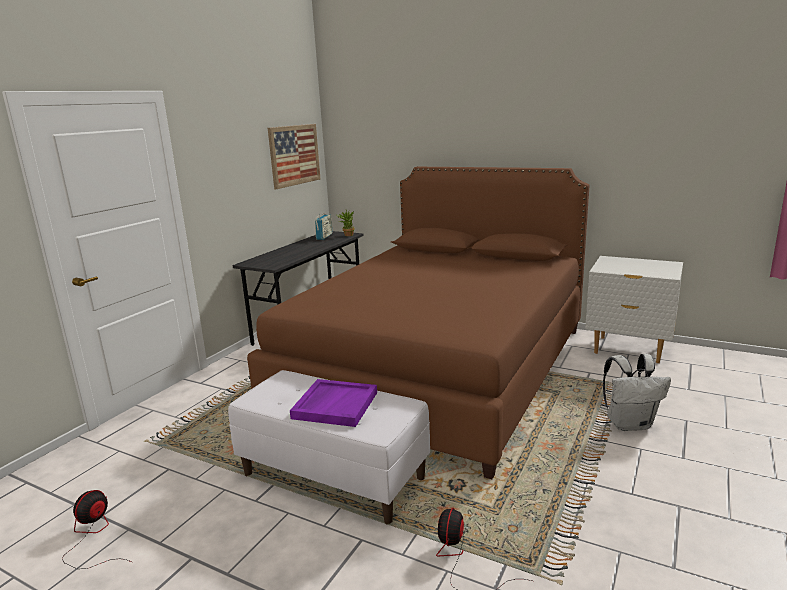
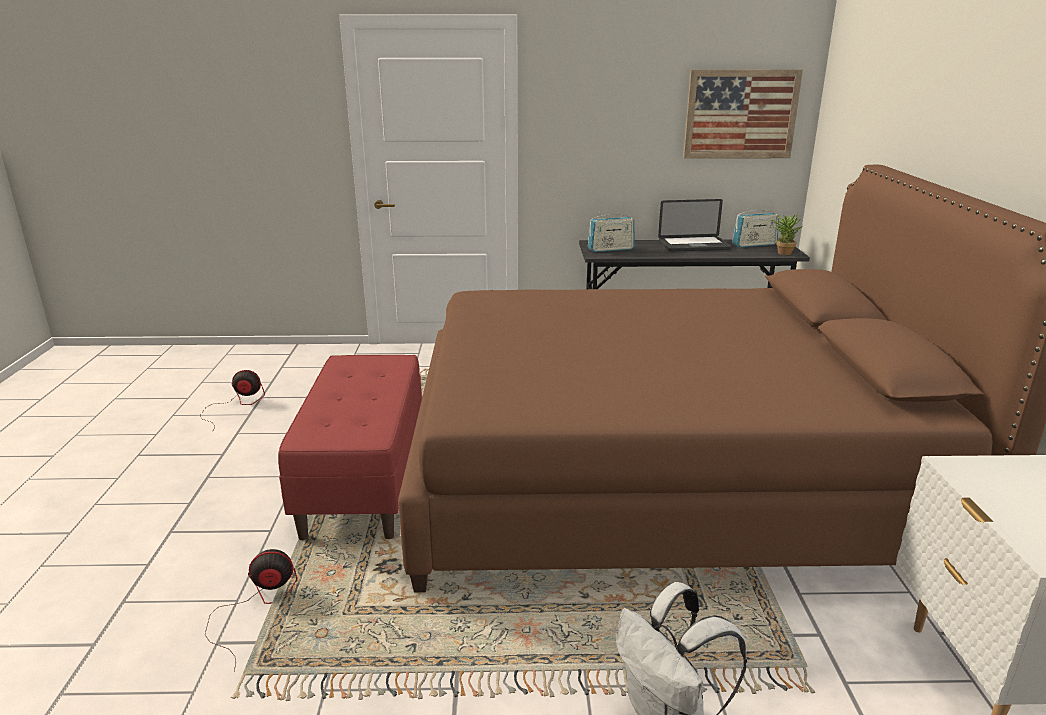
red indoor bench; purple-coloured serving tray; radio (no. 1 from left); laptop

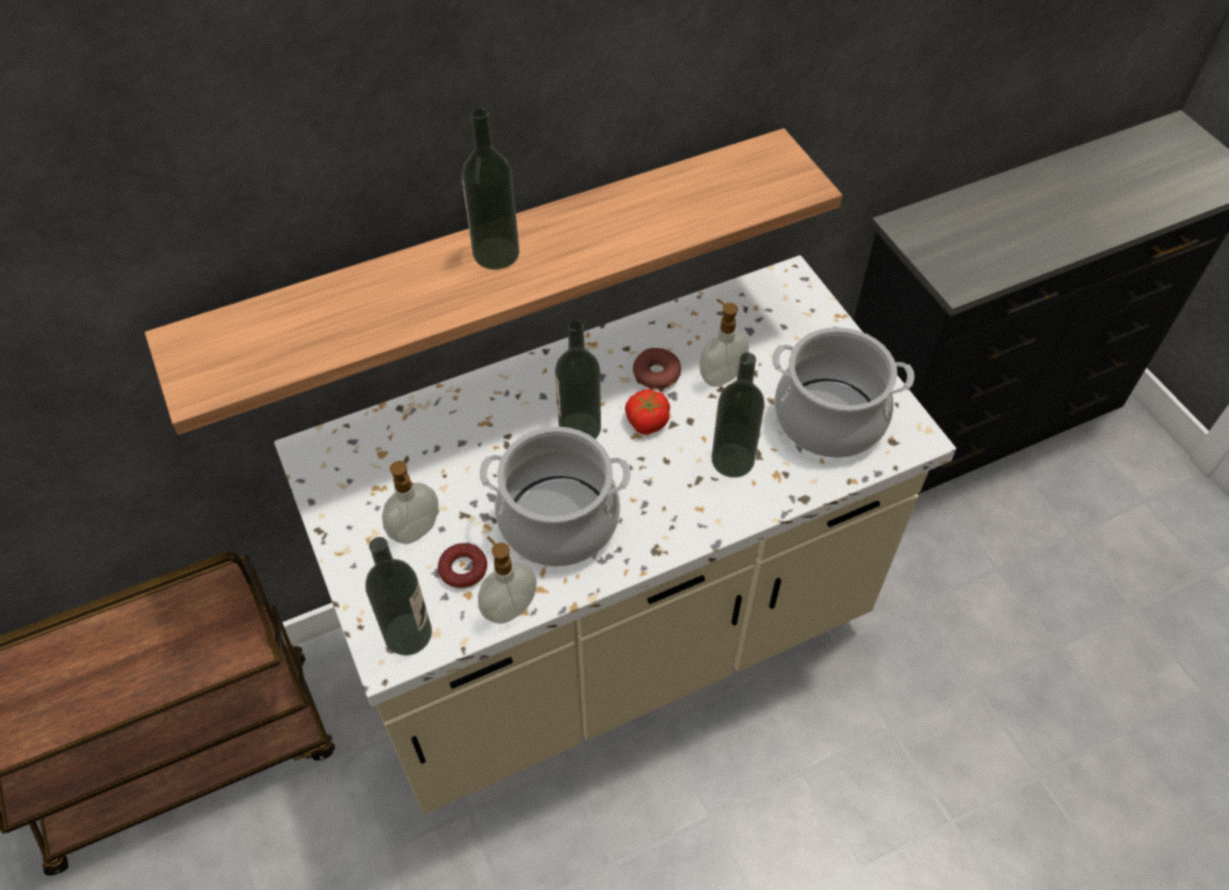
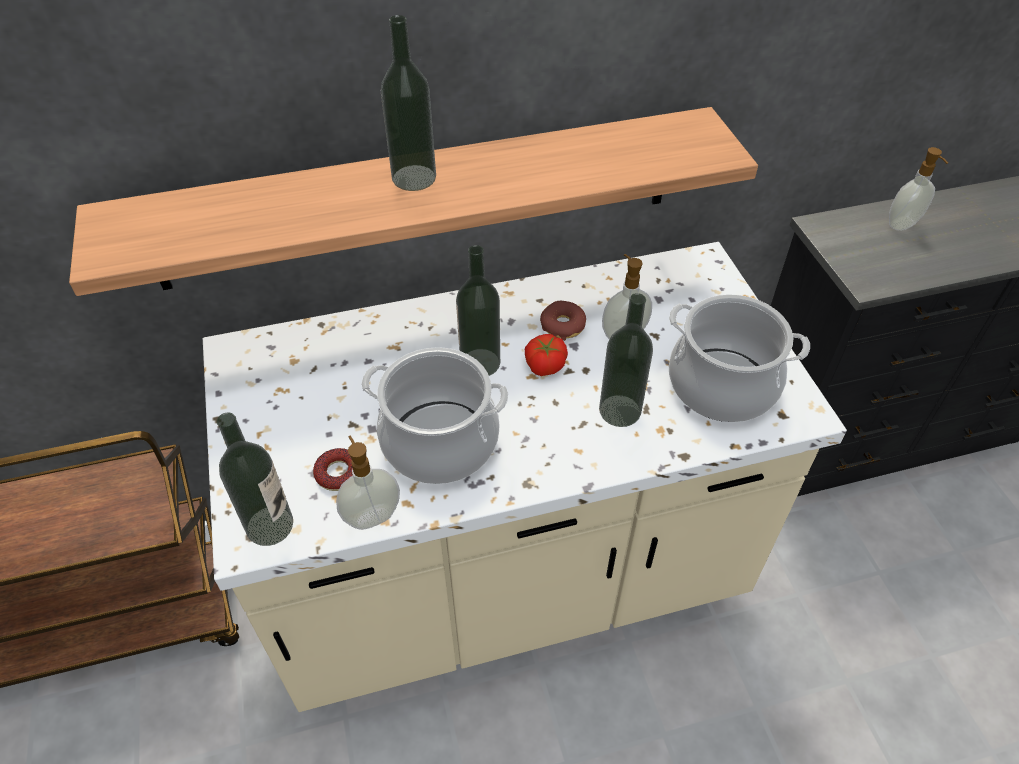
soap dispenser (no. 3 from left)

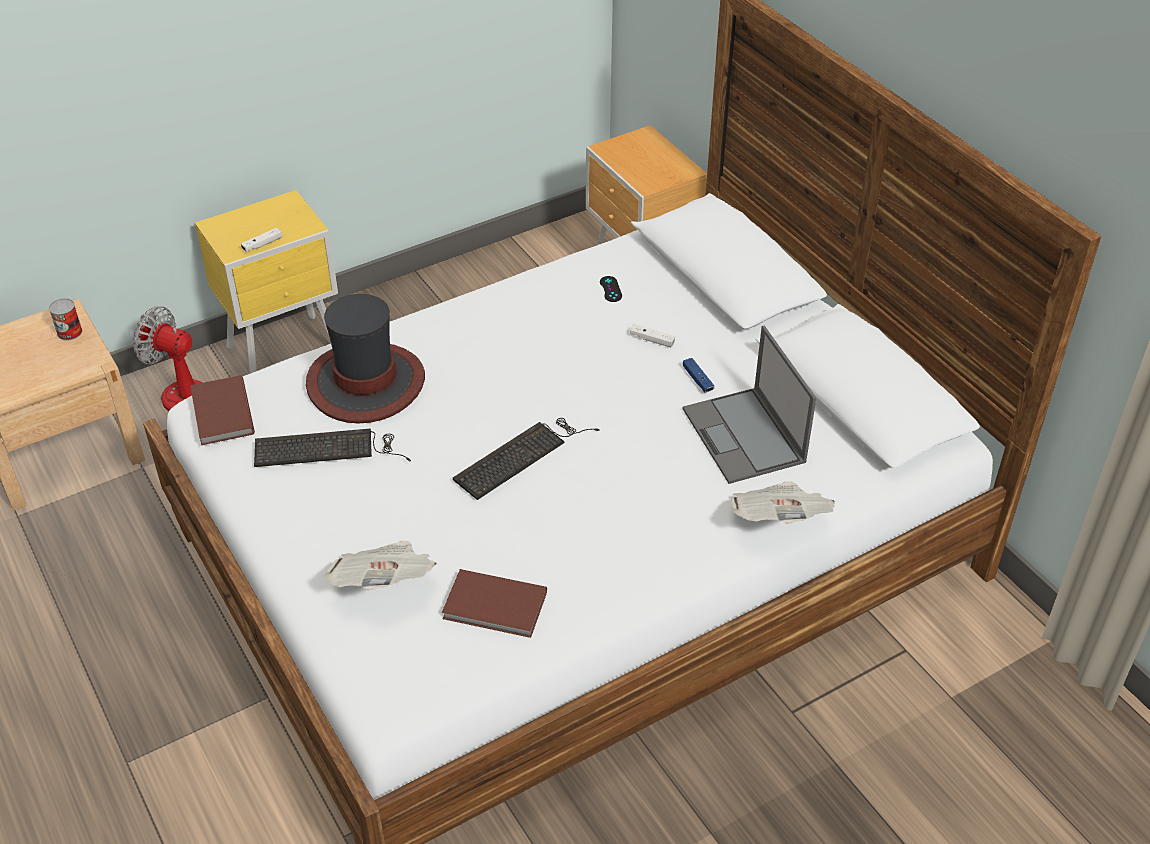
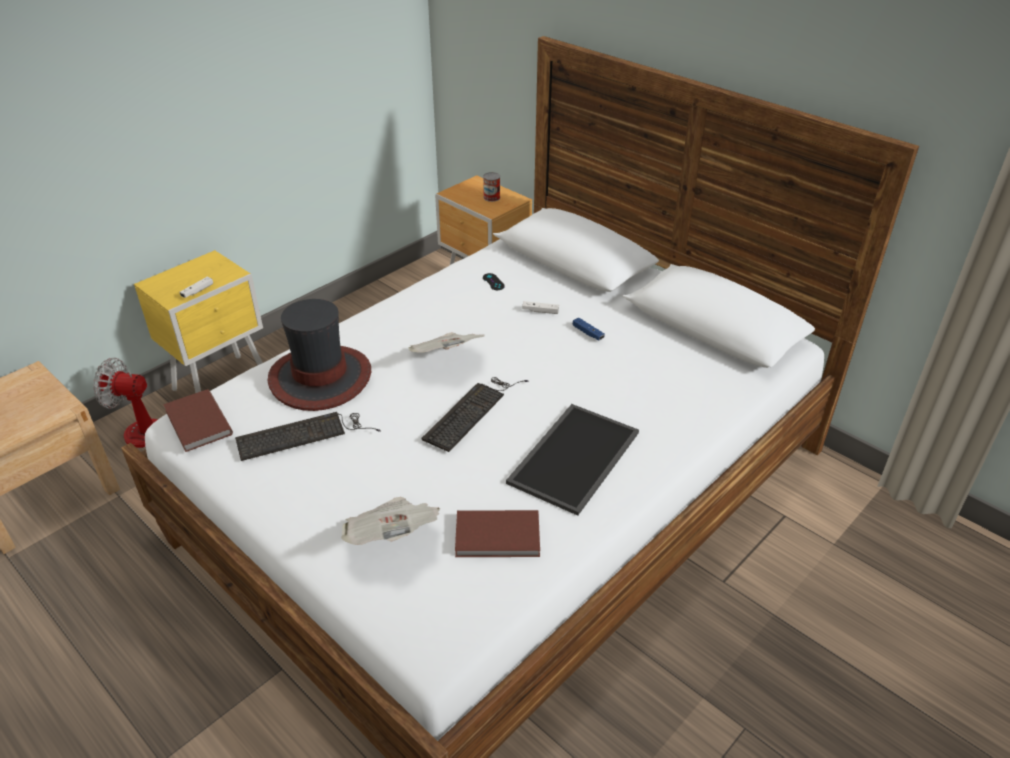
metal can; laptop; daily paper (no. 2 from left); serving tray

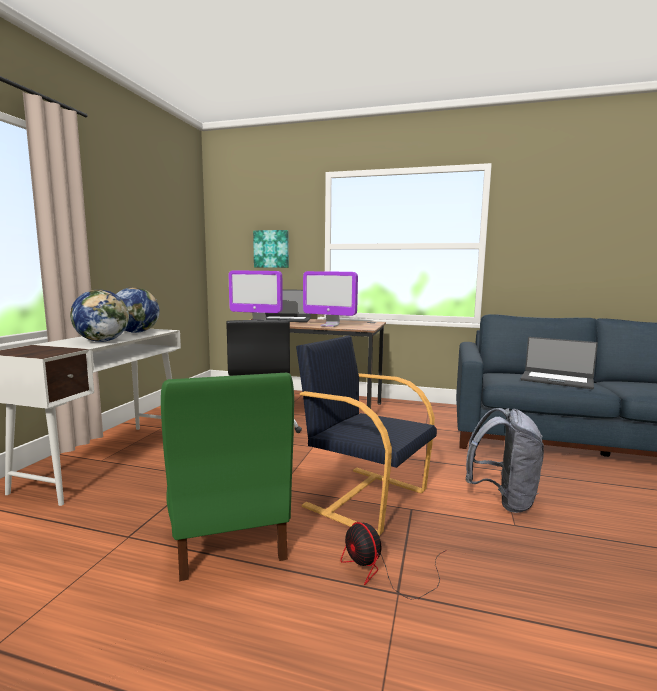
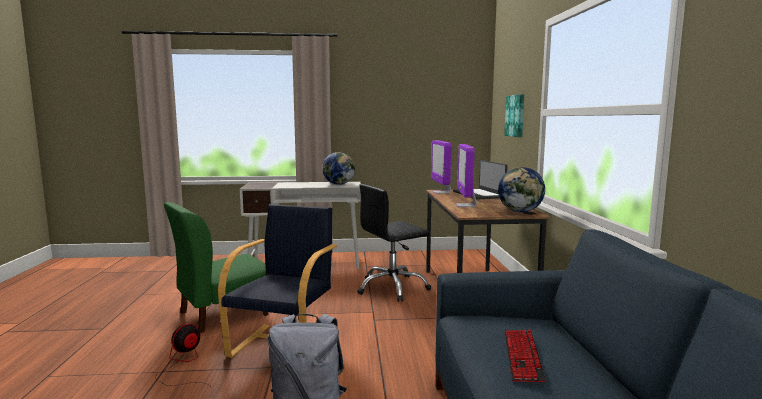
globe (no. 2 from left); PC keyboard

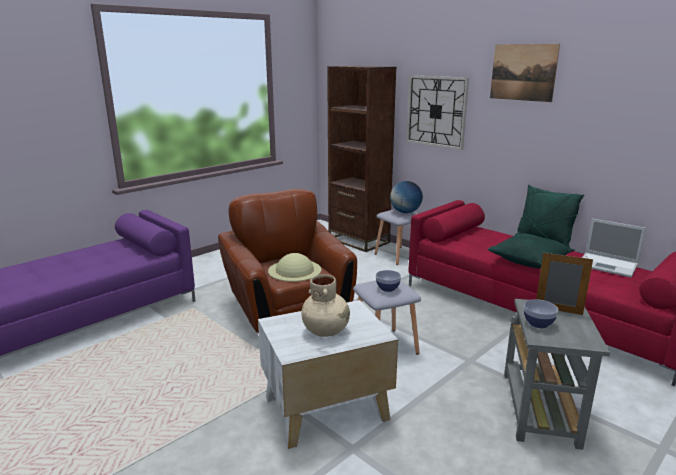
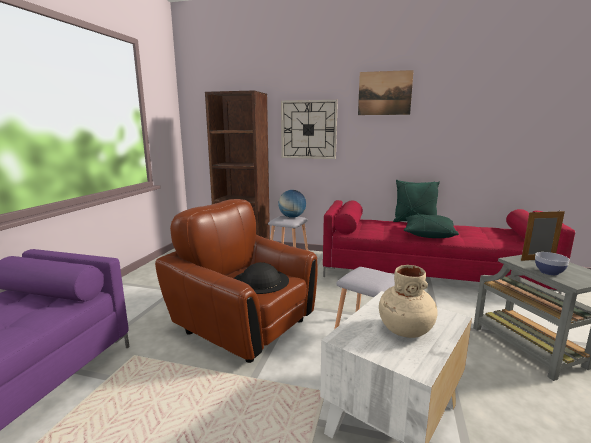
blackish wearable hat; bowl (no. 1 from left in the first image); laptop

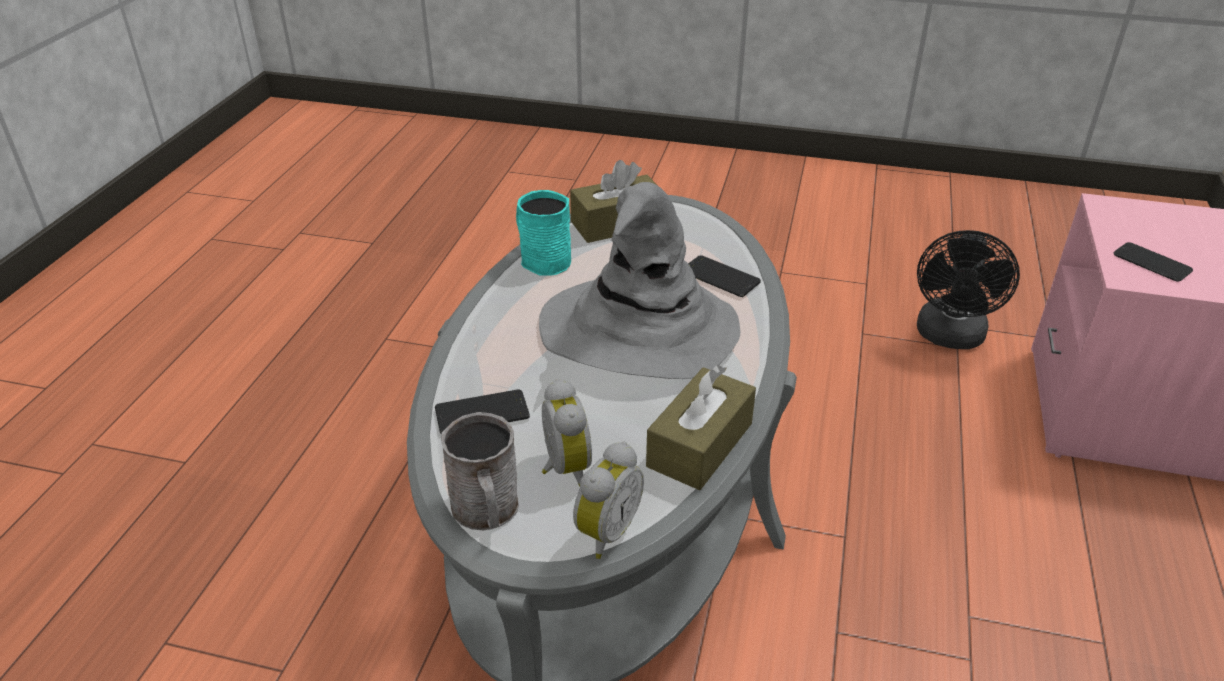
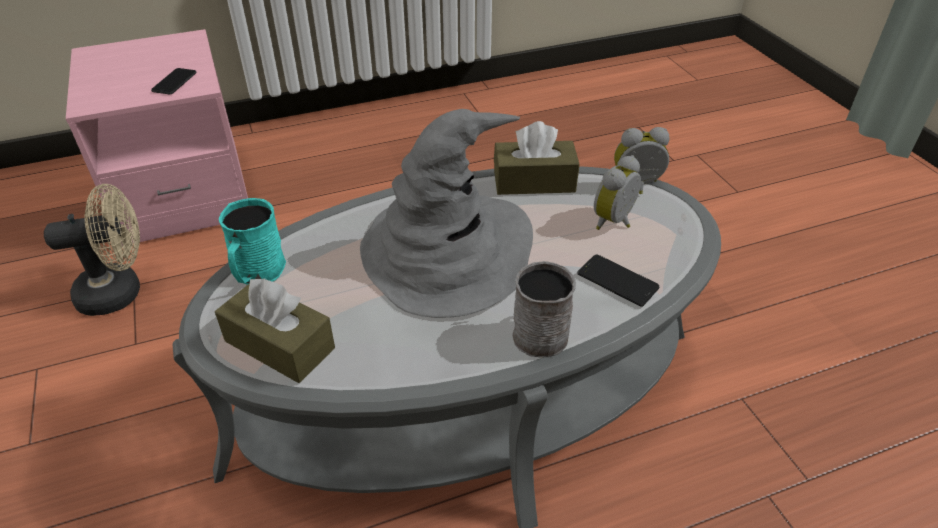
greyish tea mug; turquoise-coloured tea mug; handset (no. 2 from left in the first image); beige cooling fan

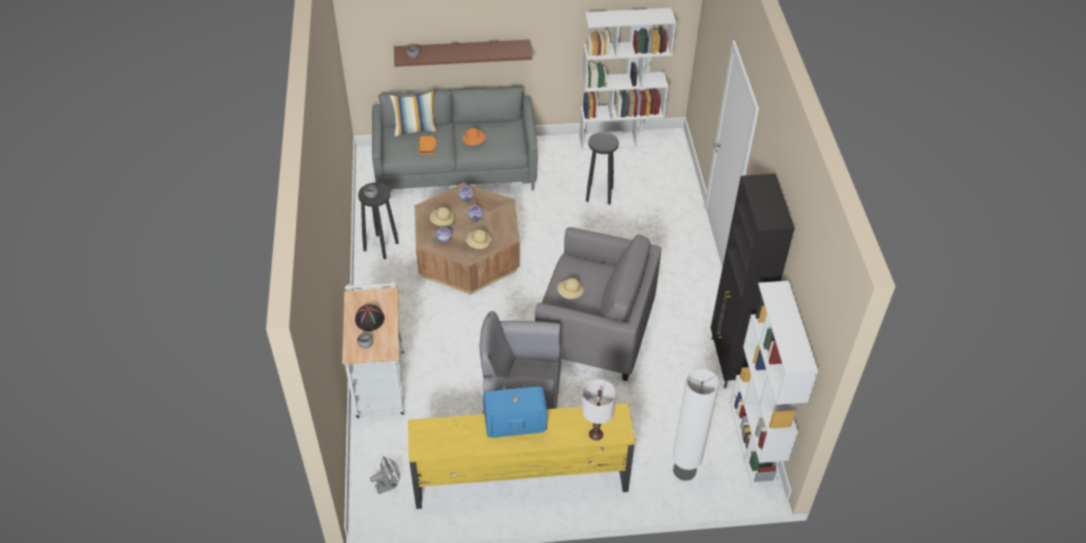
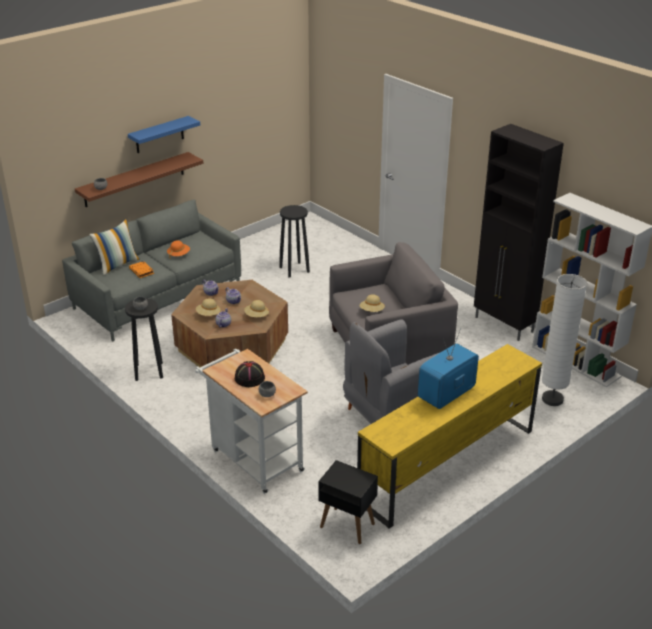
blackish side table; white-coloured shelving unit (no. 1 from left in the first image); white-coloured table lamp; blue shelf

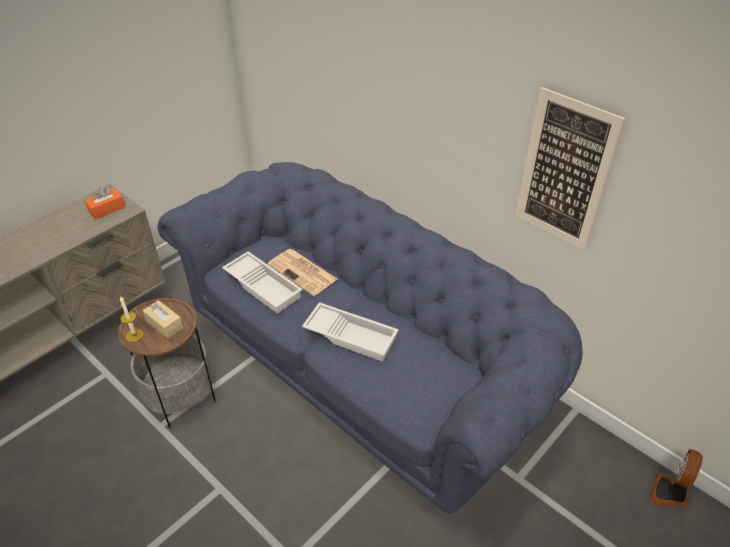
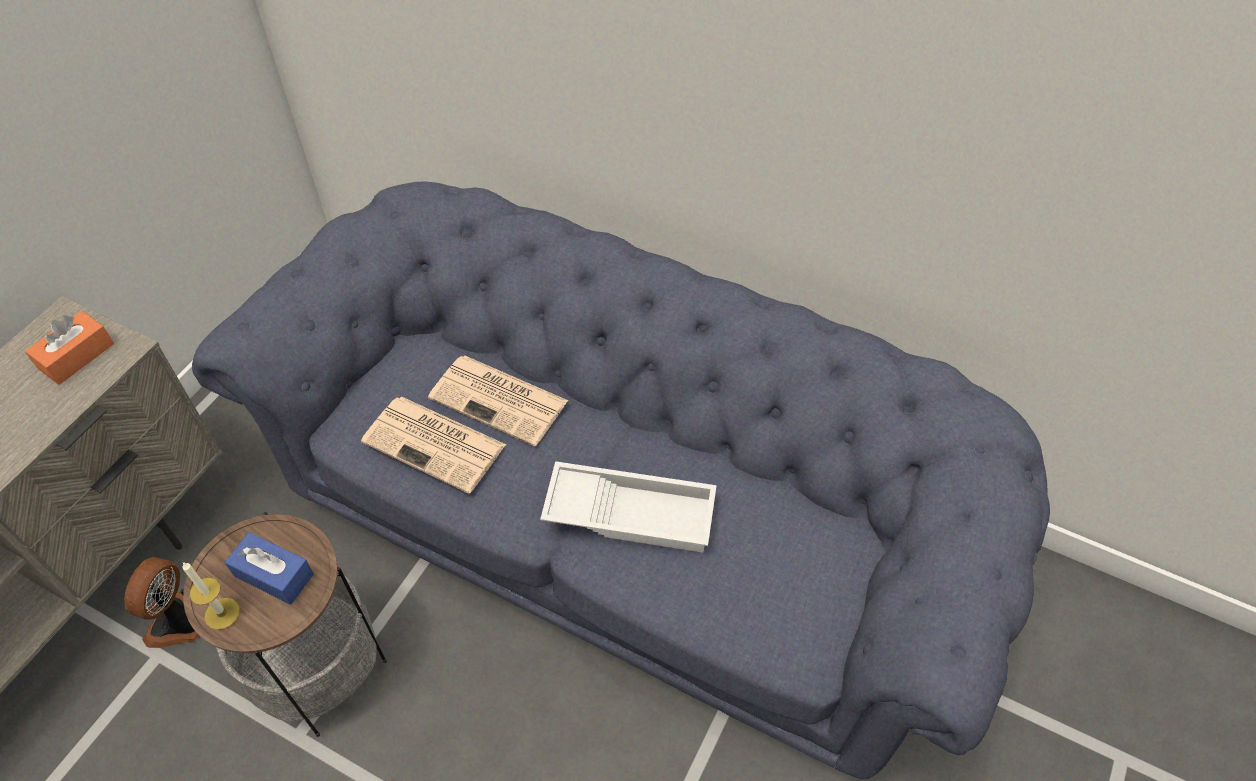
blue tissue box; daily paper (no. 1 from left); wall picture; cooling fan

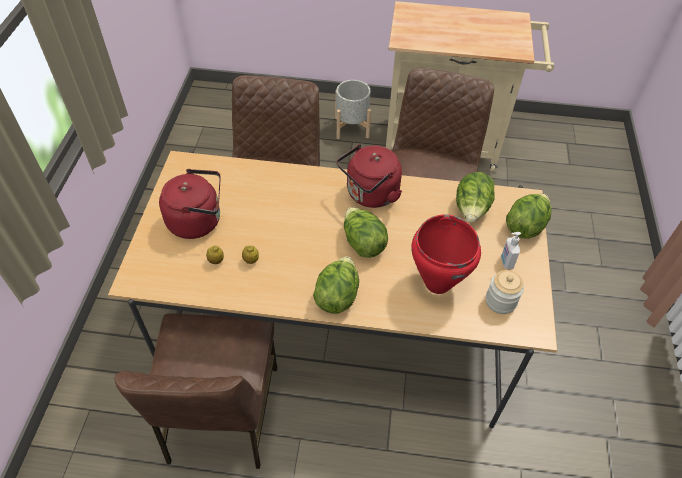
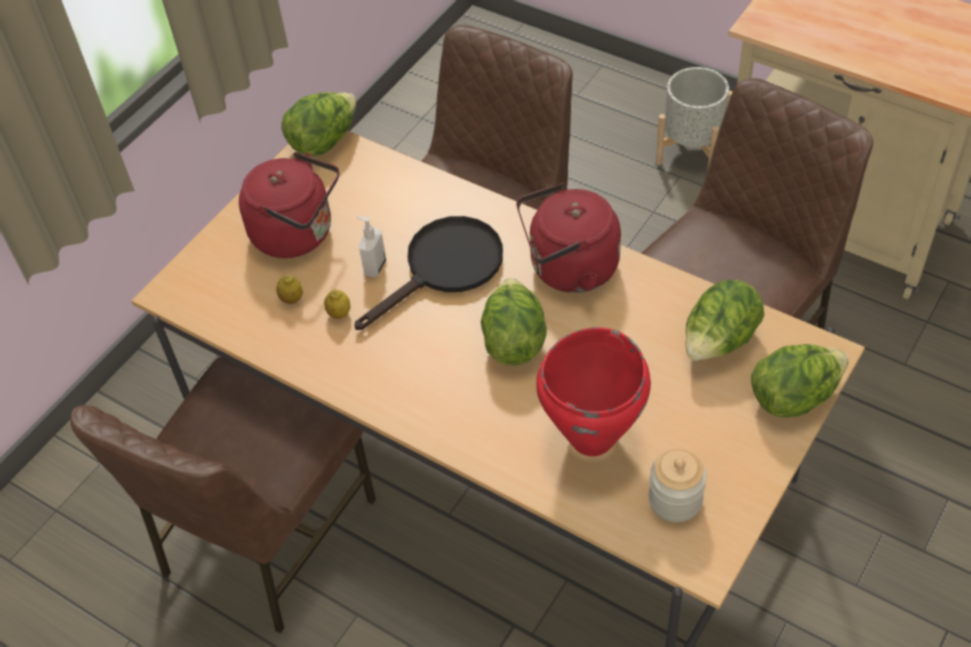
lettuce head (no. 1 from left); soap dispenser; blackish skillet

